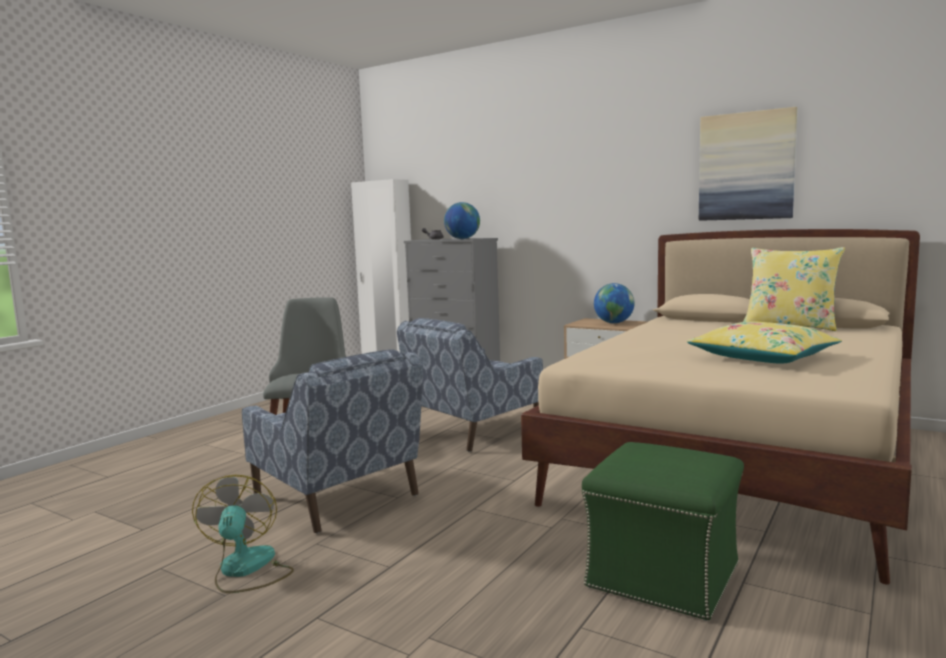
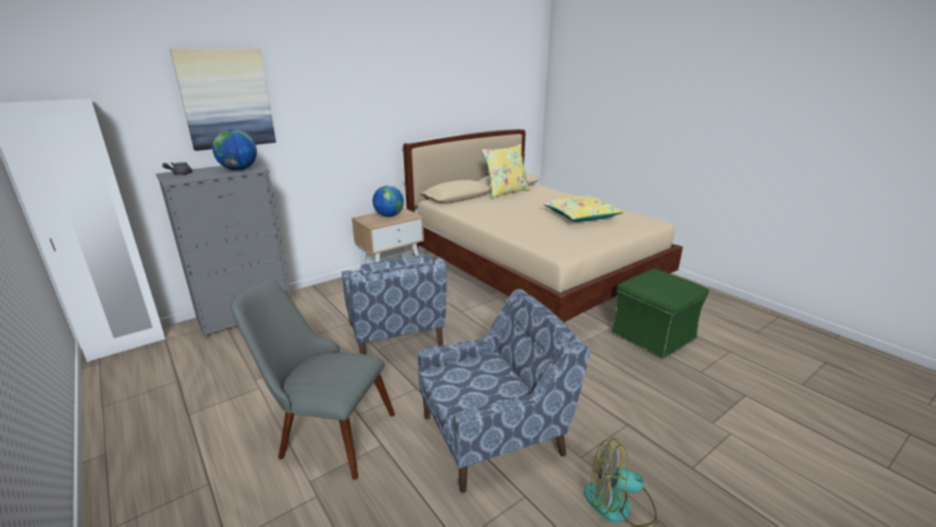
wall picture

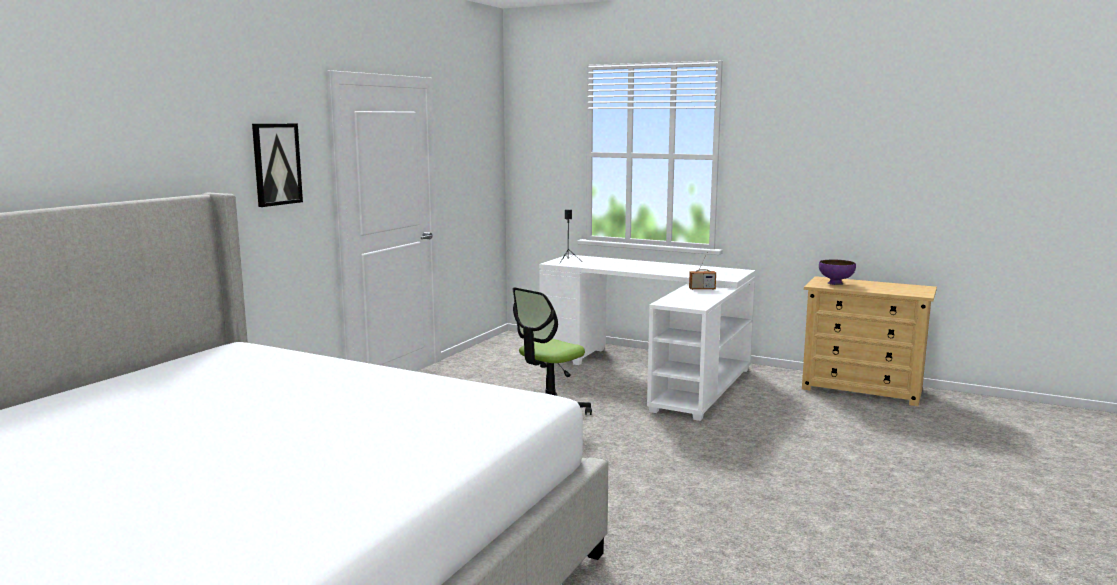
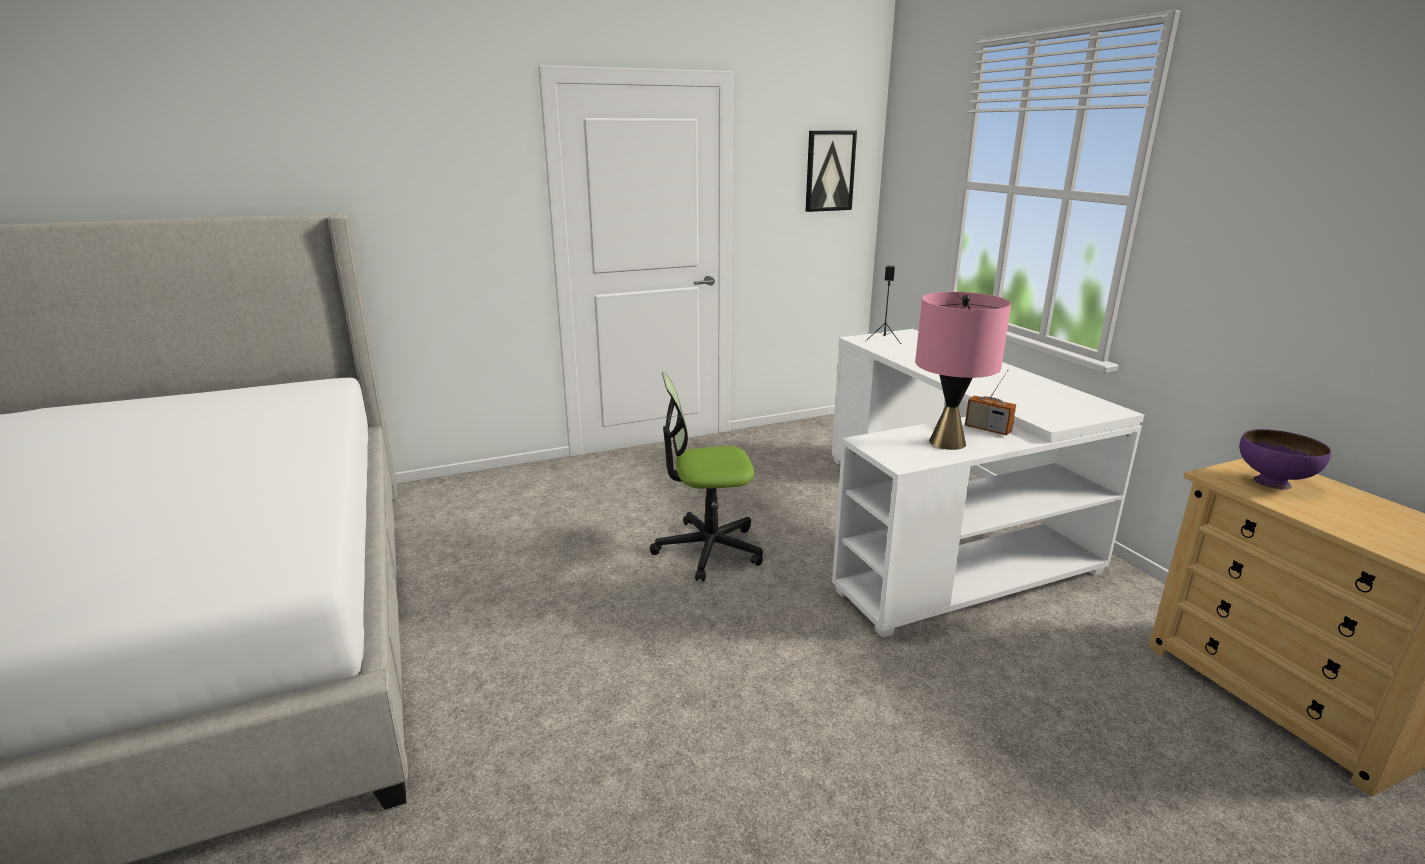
wall picture; pinkish table lamp

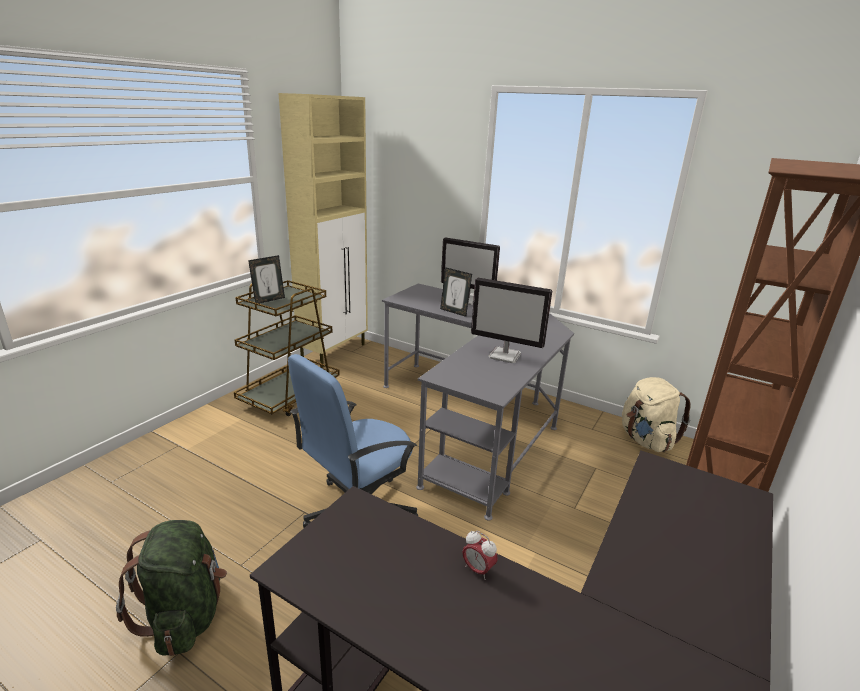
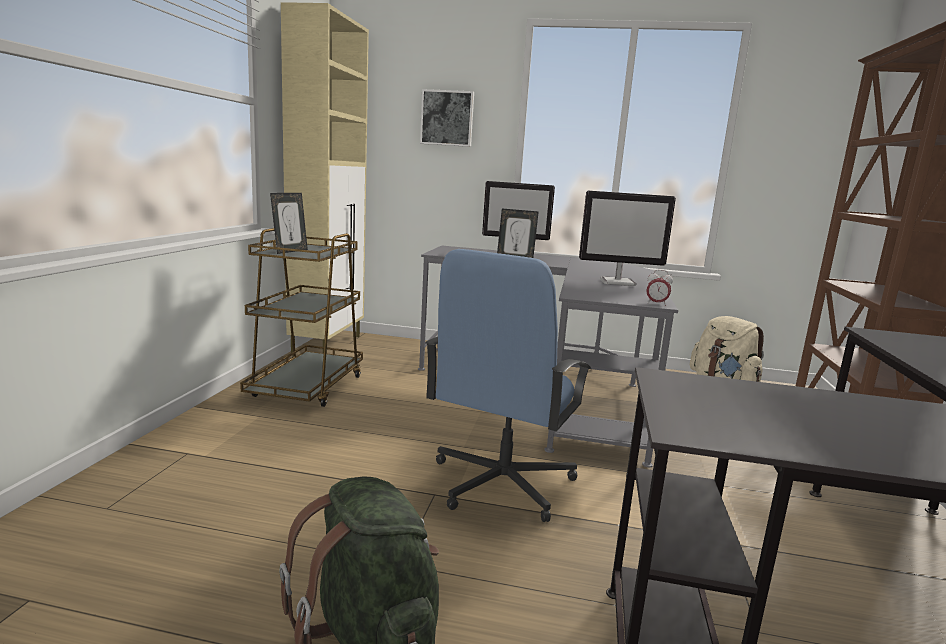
table clock; wall picture

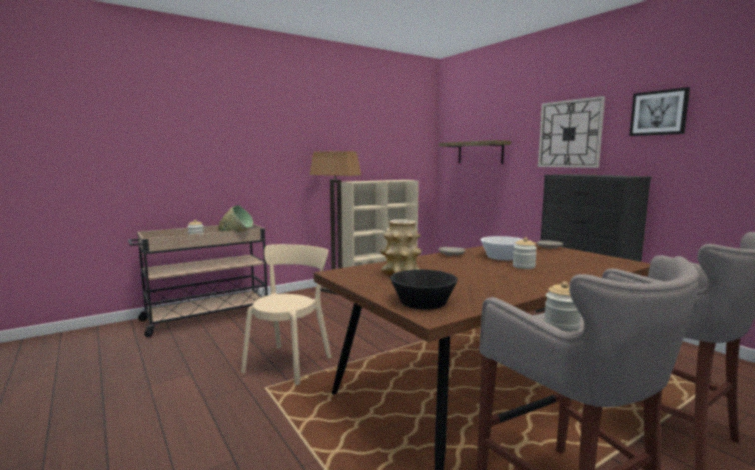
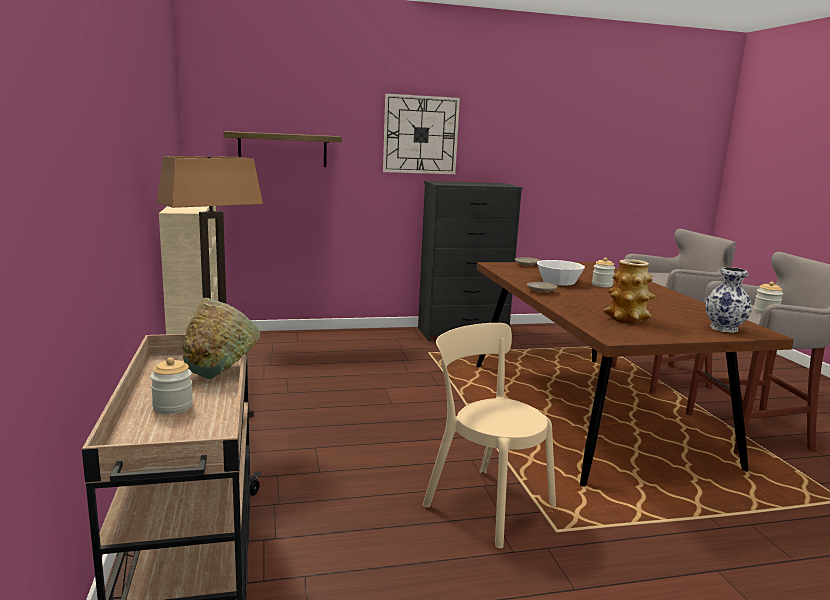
flower vase (no. 2 from left); wall picture

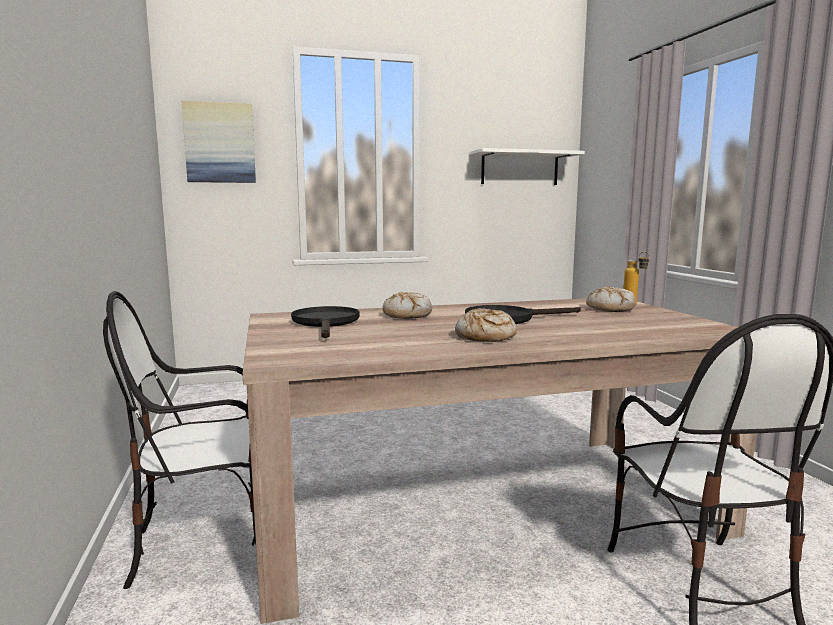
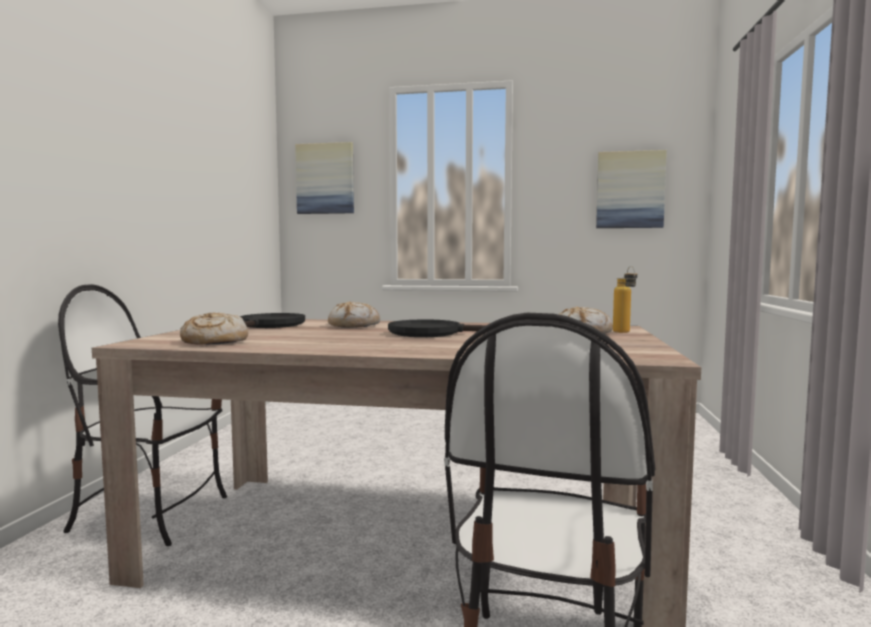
baked bread (no. 1 from left); wall picture (no. 2 from left)

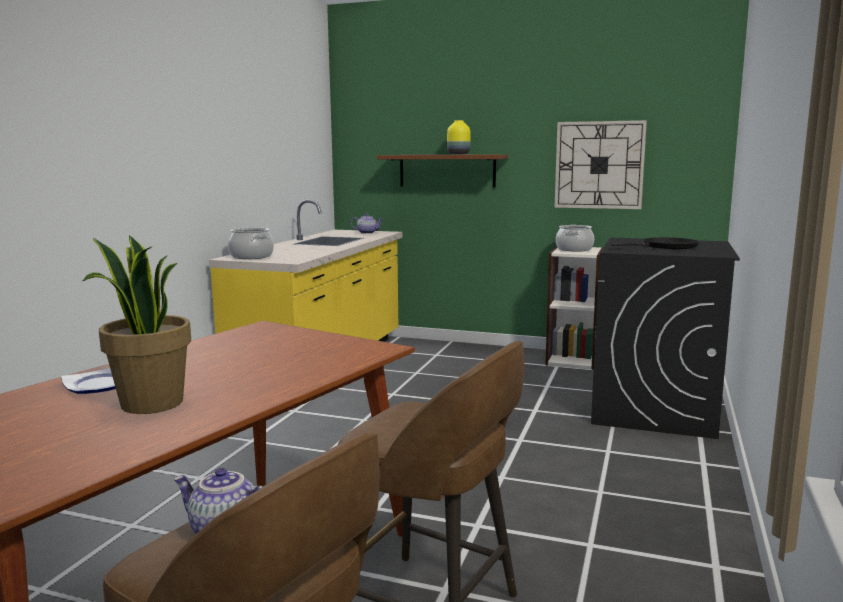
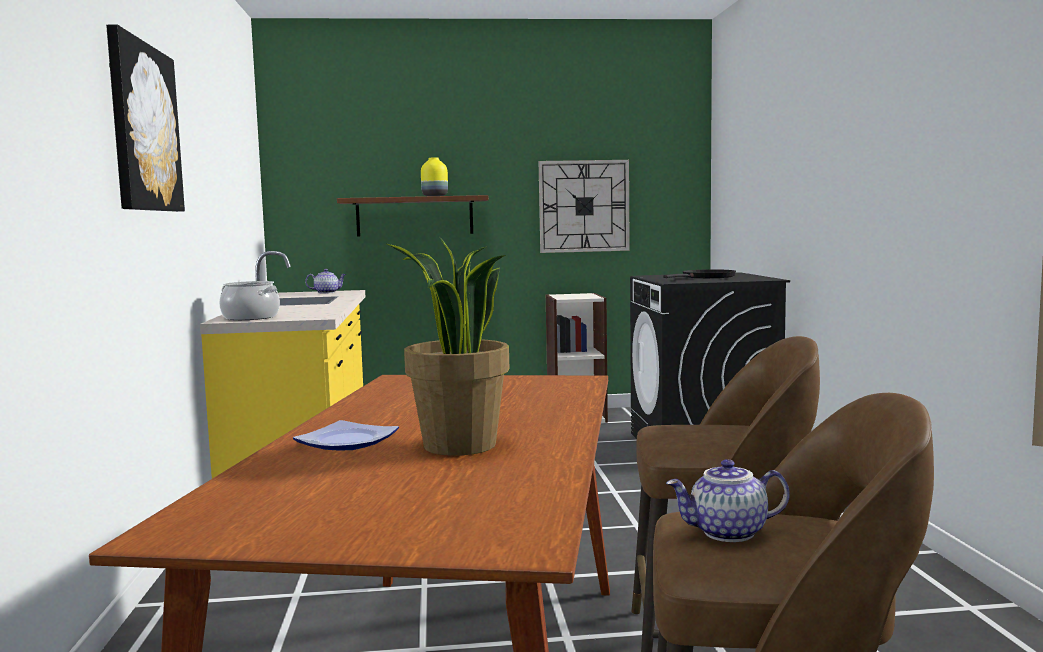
cooking pot (no. 2 from left in the first image); wall picture

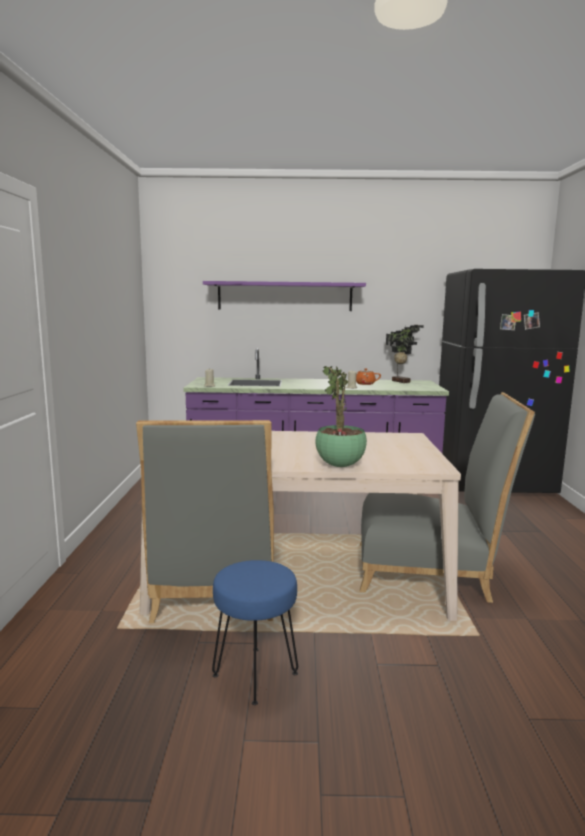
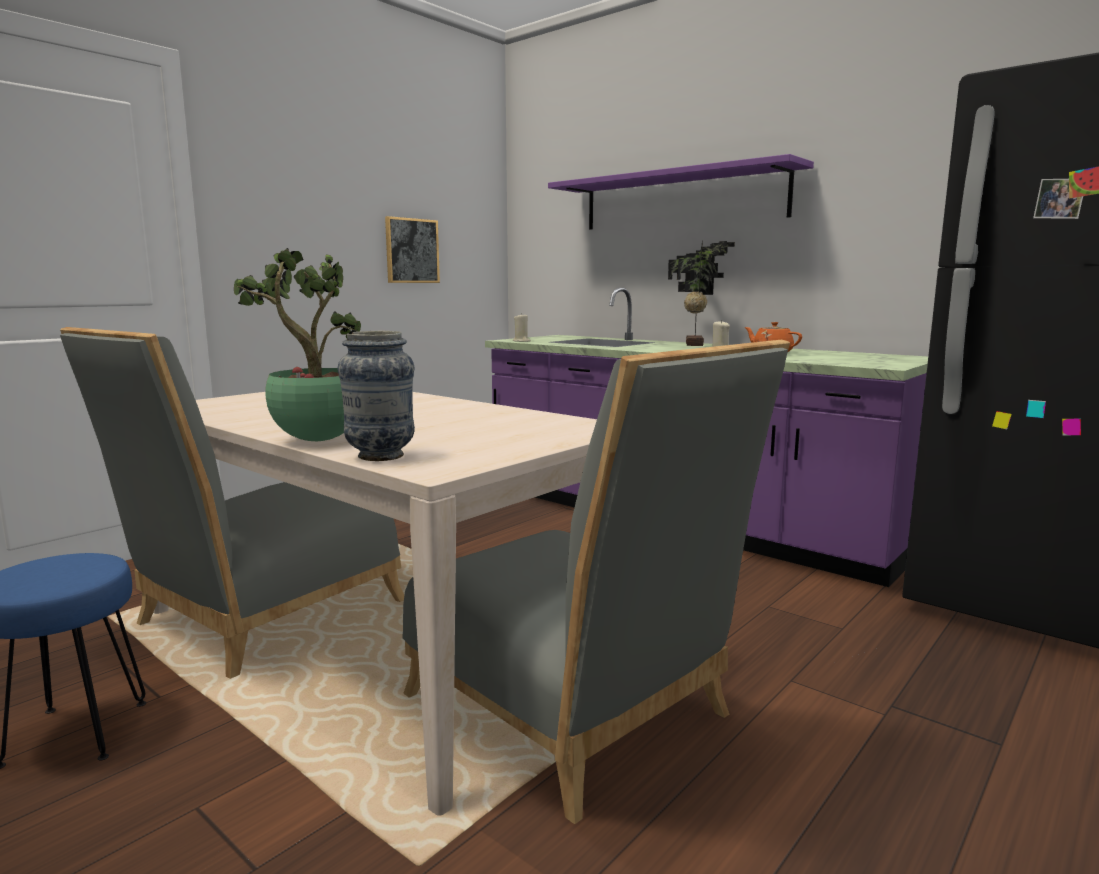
plant in a pot (no. 2 from left); flower vase; wall picture

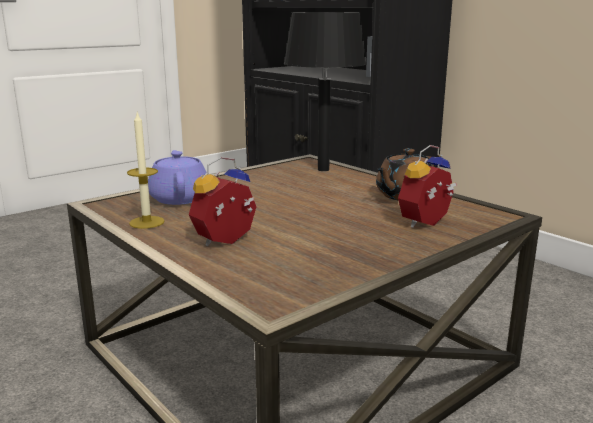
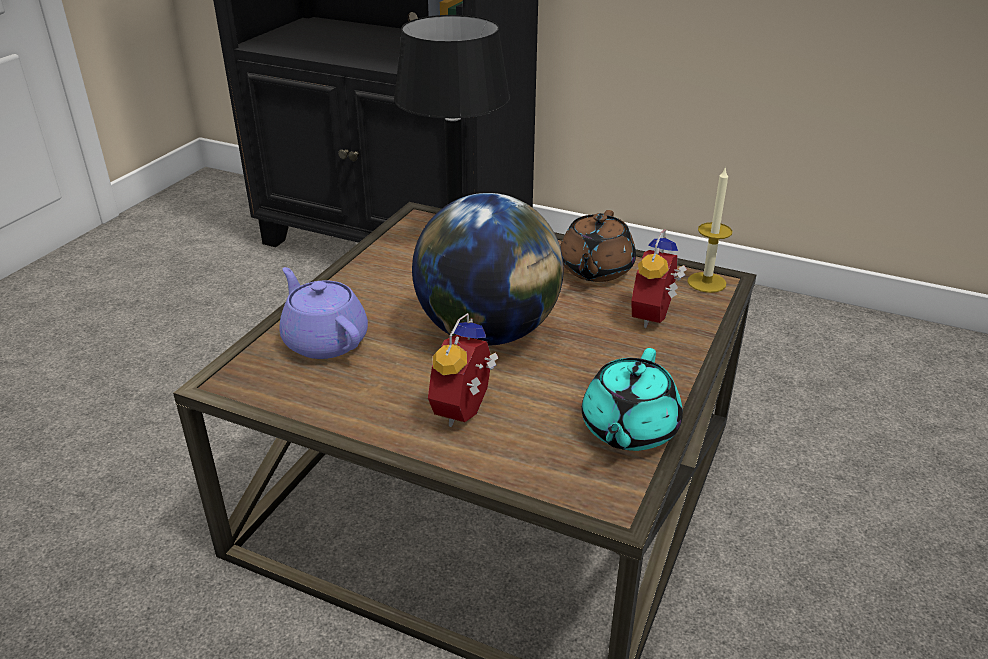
wax candle; globe; turquoise-coloured teapot

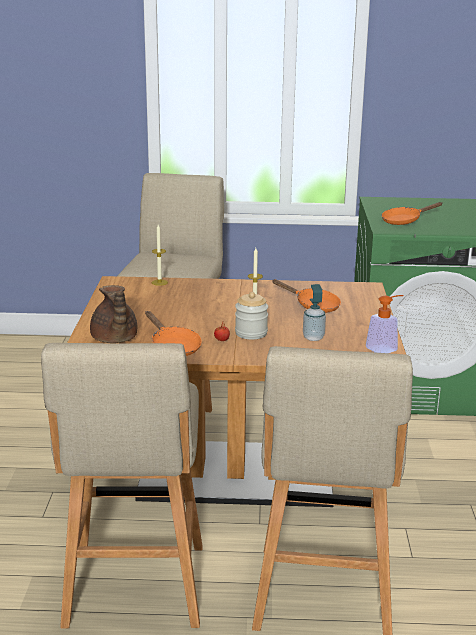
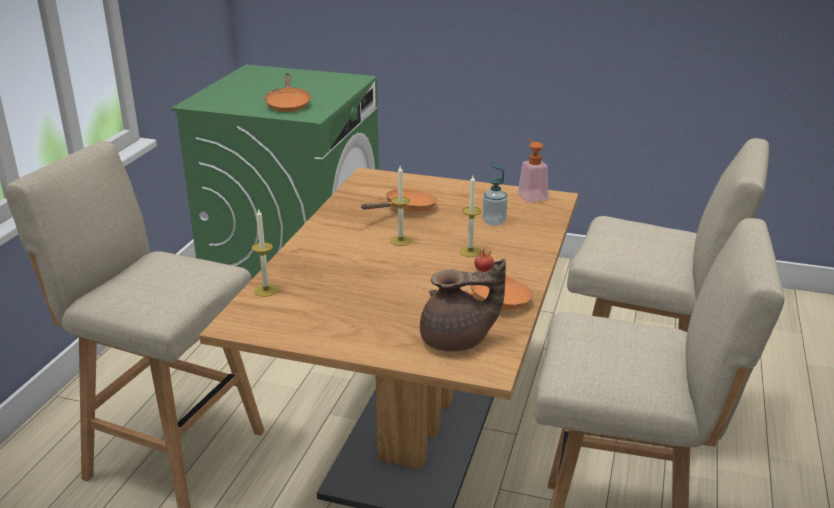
wax candle (no. 3 from left)

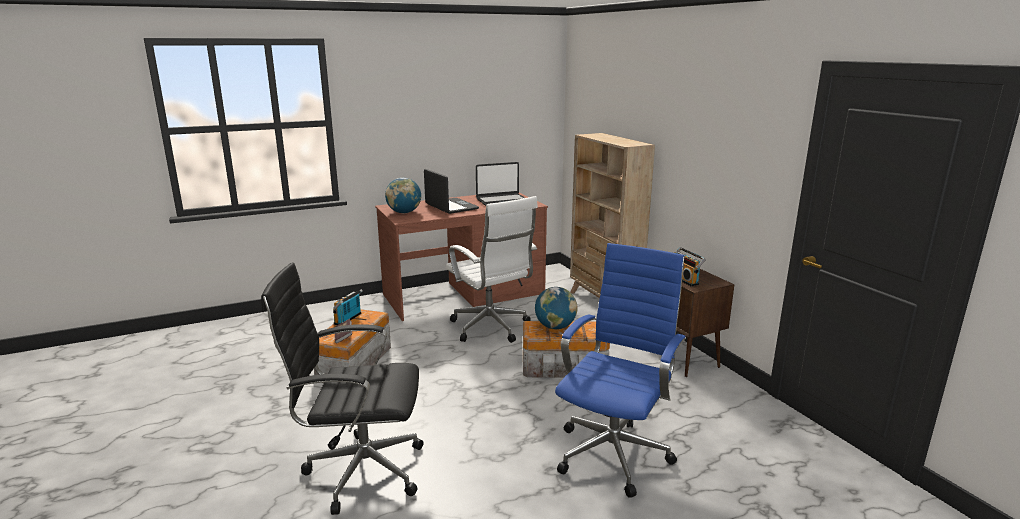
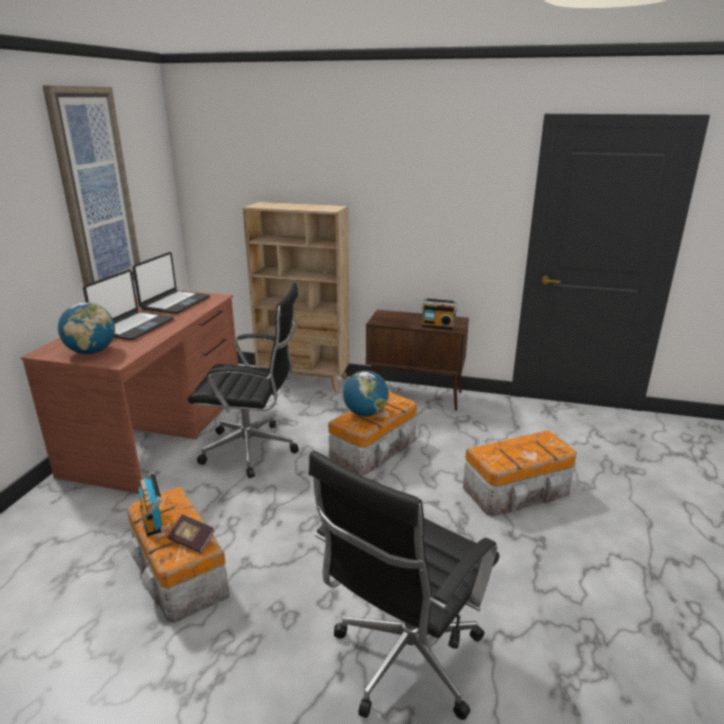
laptop (no. 1 from left); blackish desk chair (no. 1 from left); storage bin (no. 3 from left); wall picture

